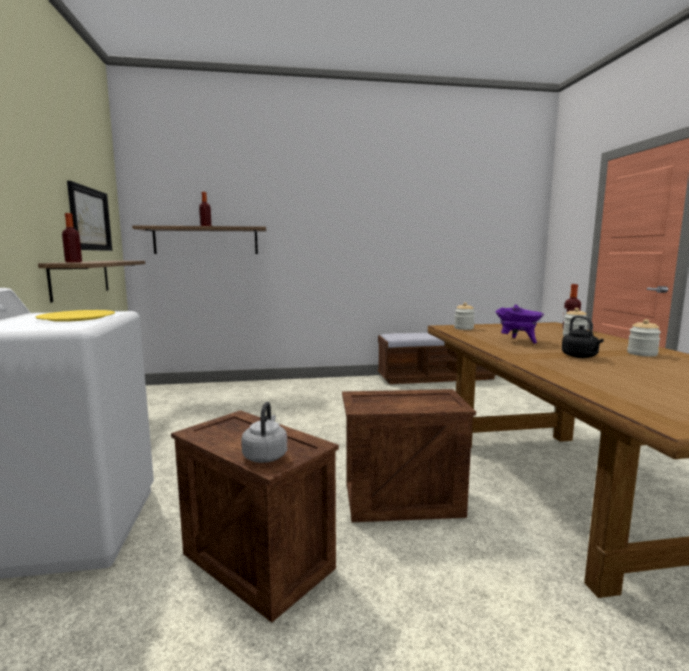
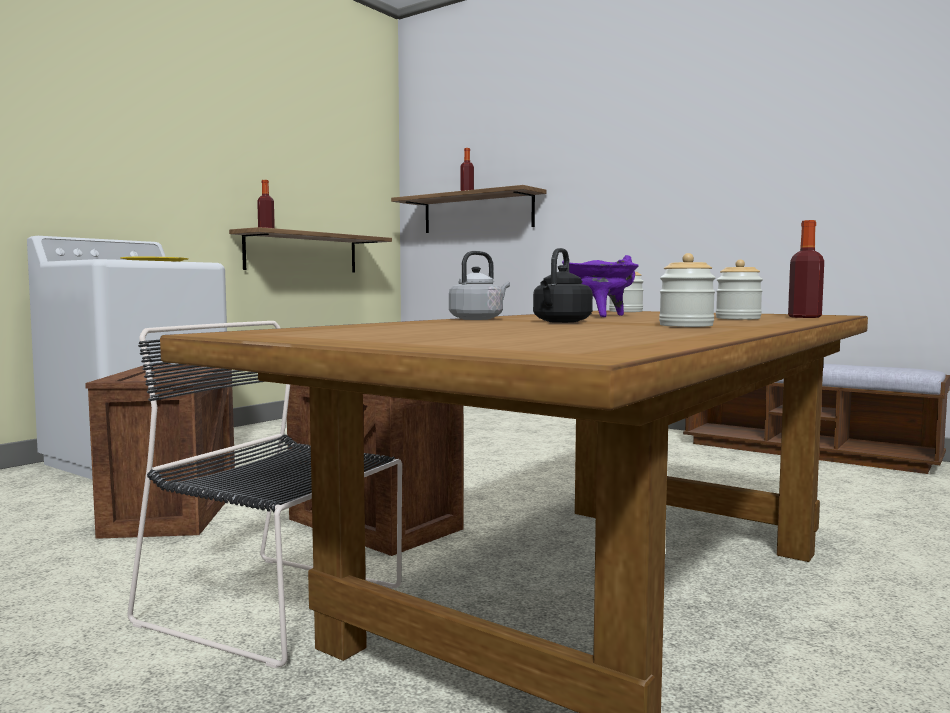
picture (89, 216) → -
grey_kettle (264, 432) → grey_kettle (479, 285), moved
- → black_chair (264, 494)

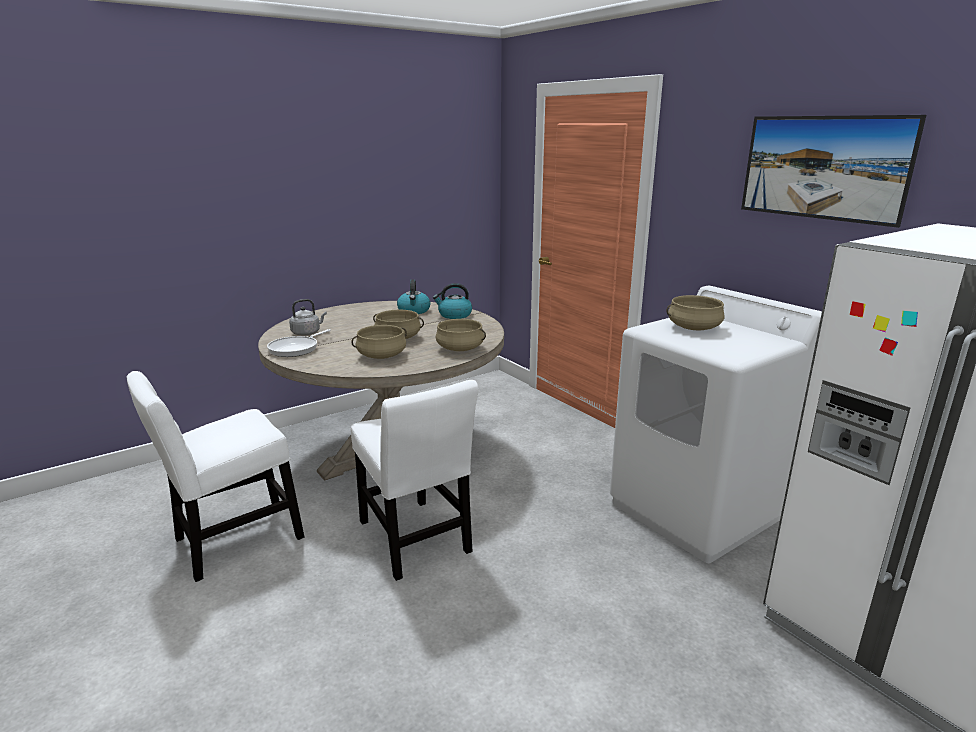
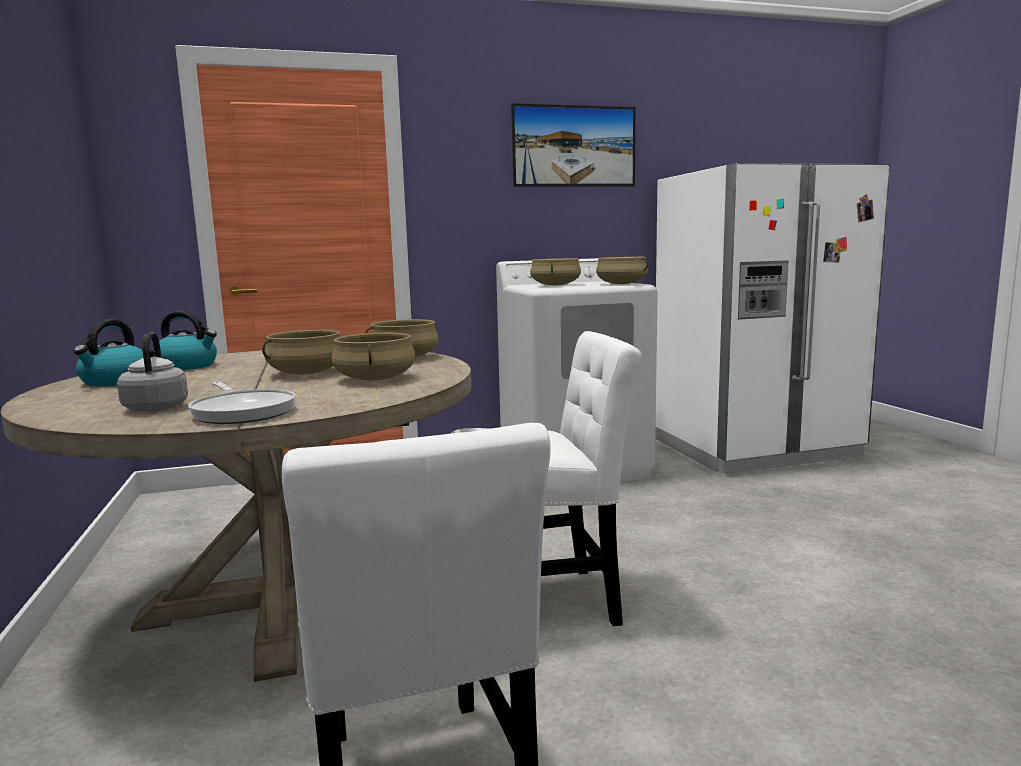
kettle (452, 301) → kettle (108, 352), moved
- → beige_cooking_pot (622, 270)

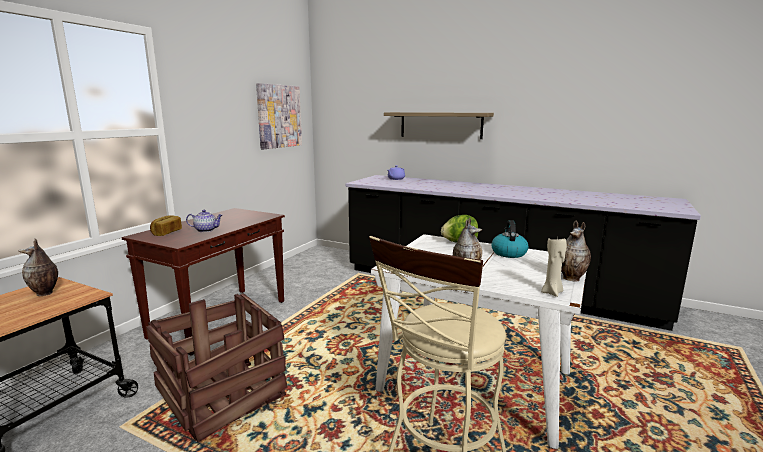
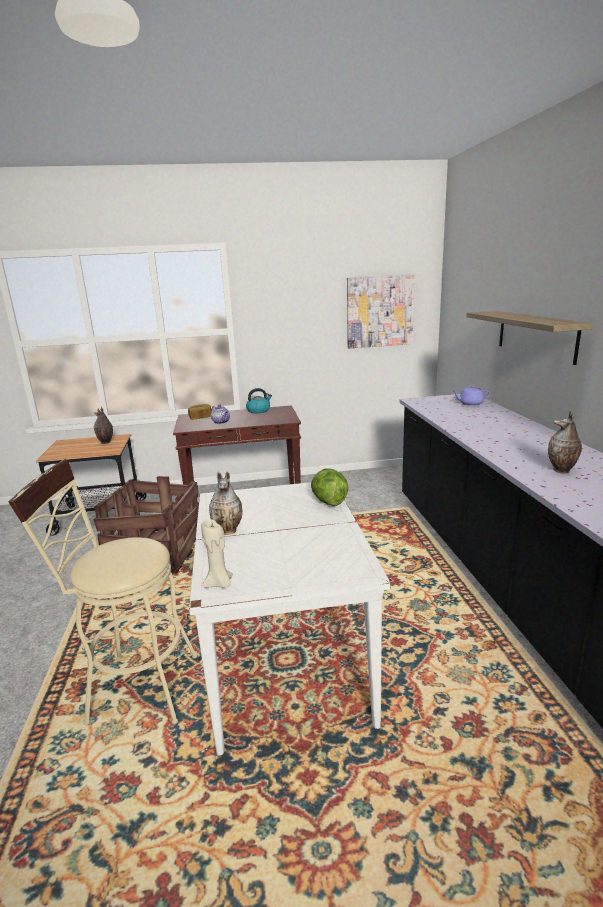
kettle (509, 239) → kettle (259, 400), moved
vase (576, 251) → vase (565, 442), moved

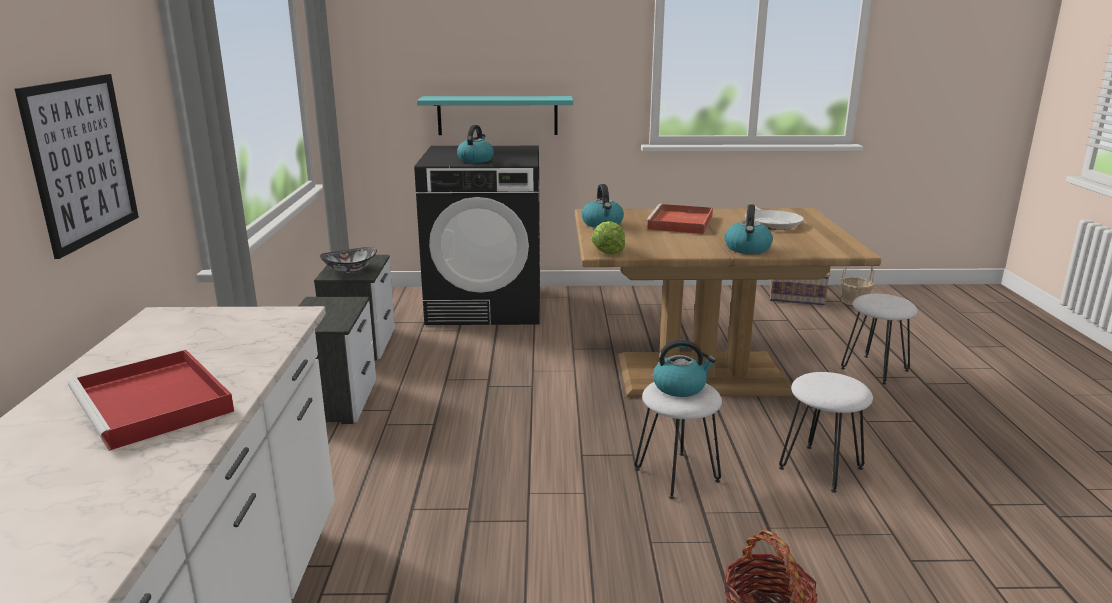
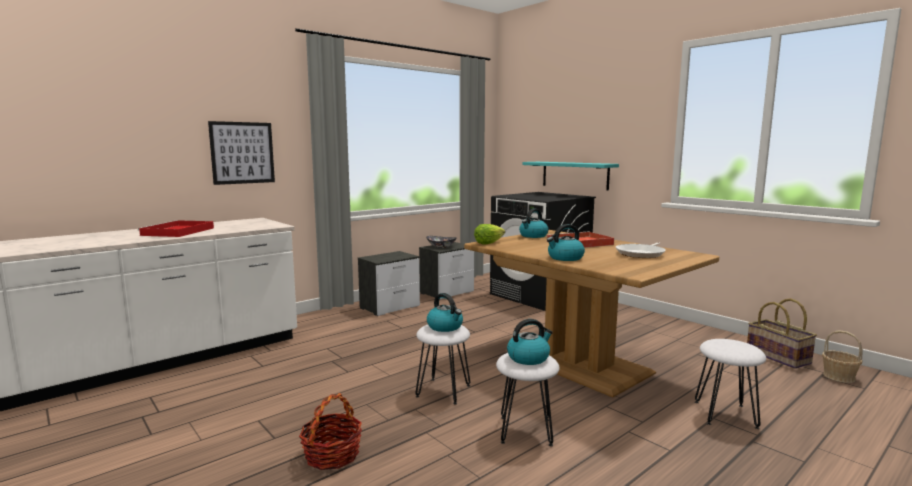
kettle (475, 144) → kettle (530, 342), moved

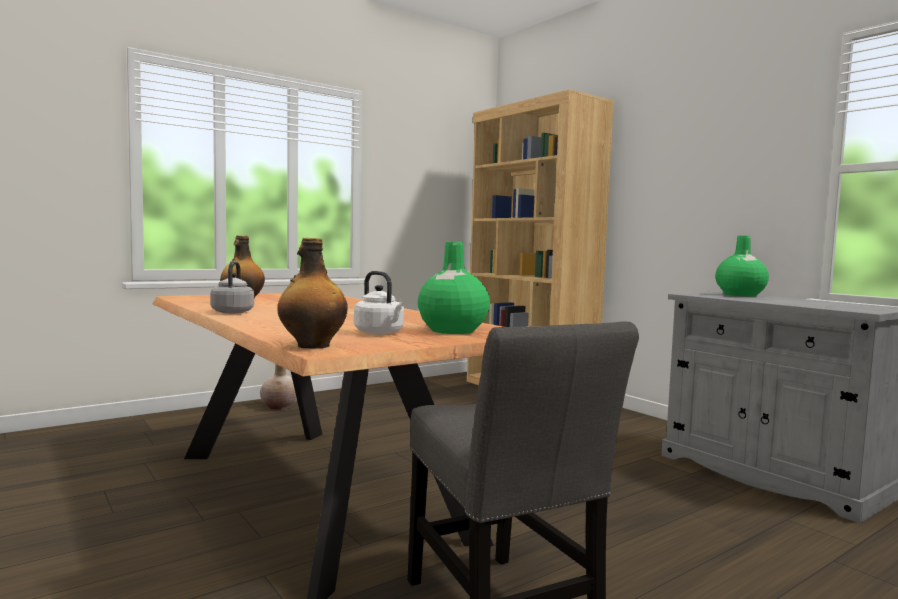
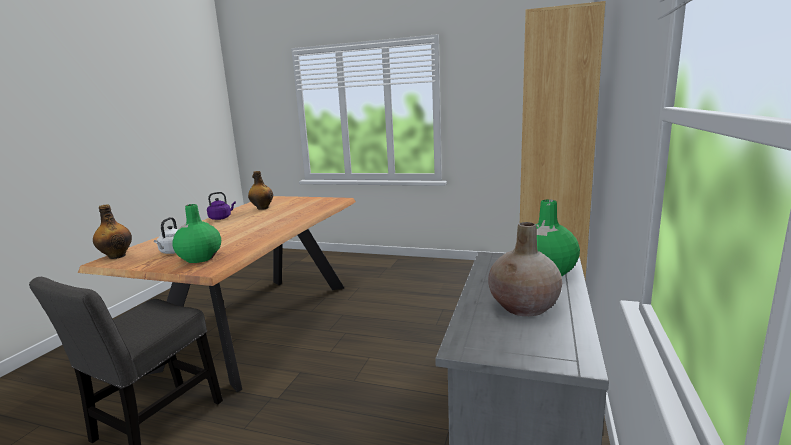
grey_kettle (232, 287) → purple_kettle (221, 206)
beige_vase (278, 387) → beige_vase (525, 269), moved

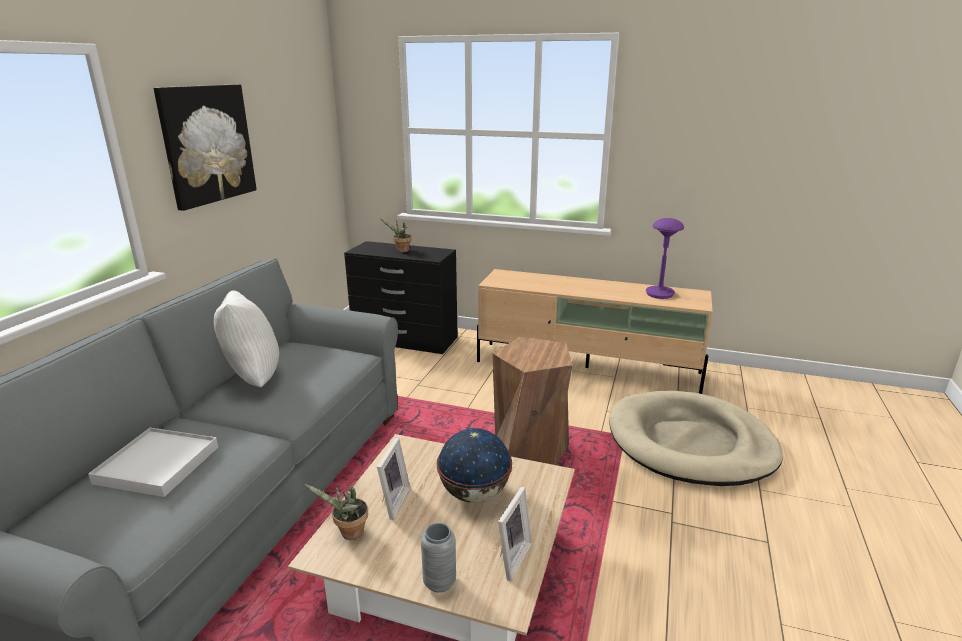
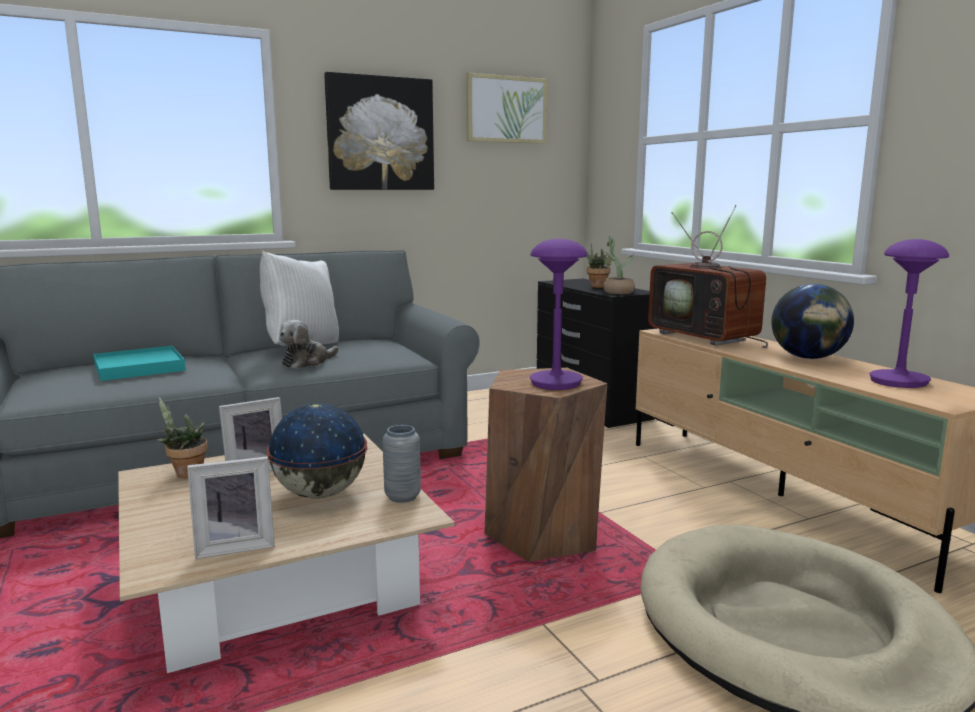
white_tray (153, 462) → turquoise_tray (139, 363)
grey_vase (438, 558) → grey_vase (401, 464), moved
- → picture (506, 108)
- → television (708, 276)
- → potted_plant (615, 265)
- → purple_table_lamp (559, 314)
- → globe (812, 321)
- → plush_toy (308, 344)

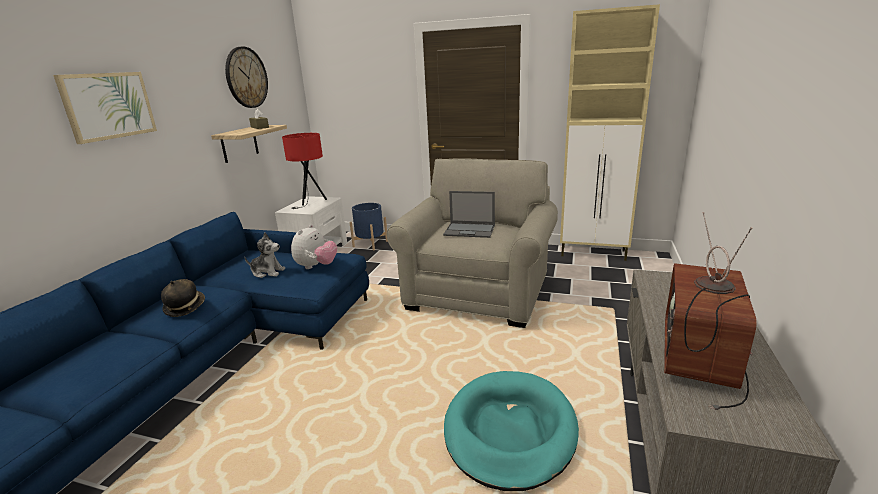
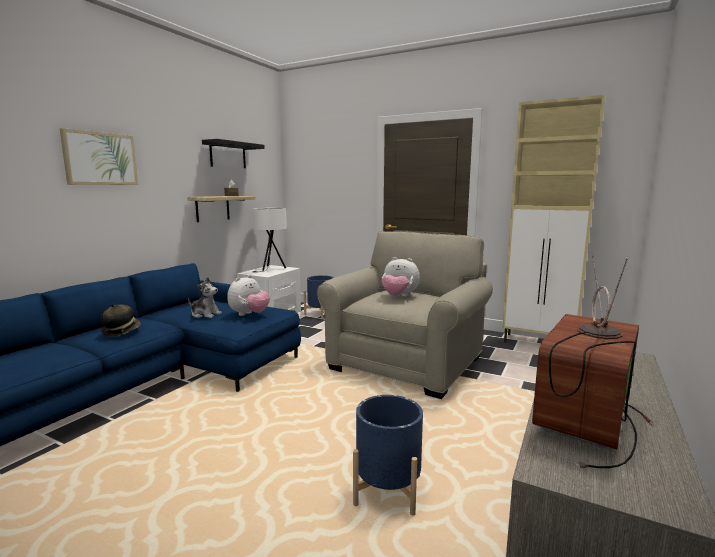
wall_clock (246, 77) → black_shelf (233, 153)
red_table_lamp (304, 171) → white_table_lamp (269, 240)
laptop (469, 214) → plush_toy (400, 277)
turquoise_dog_bed (511, 431) → blue_planter (388, 455)

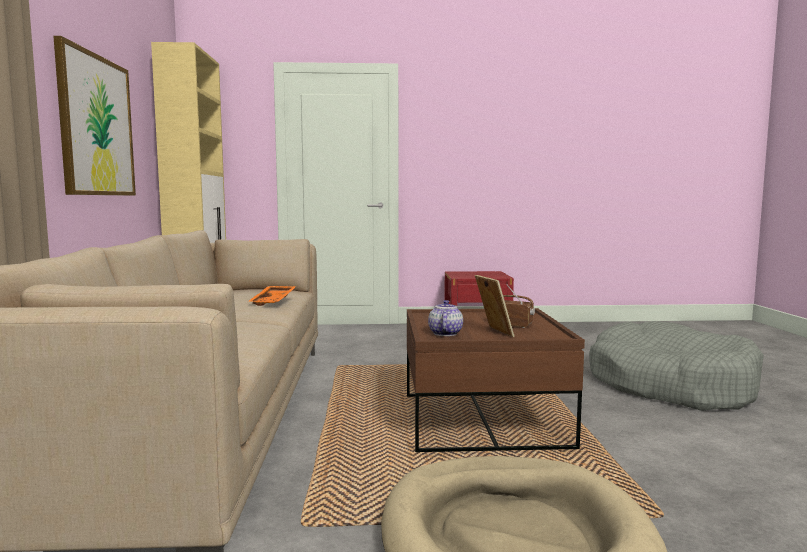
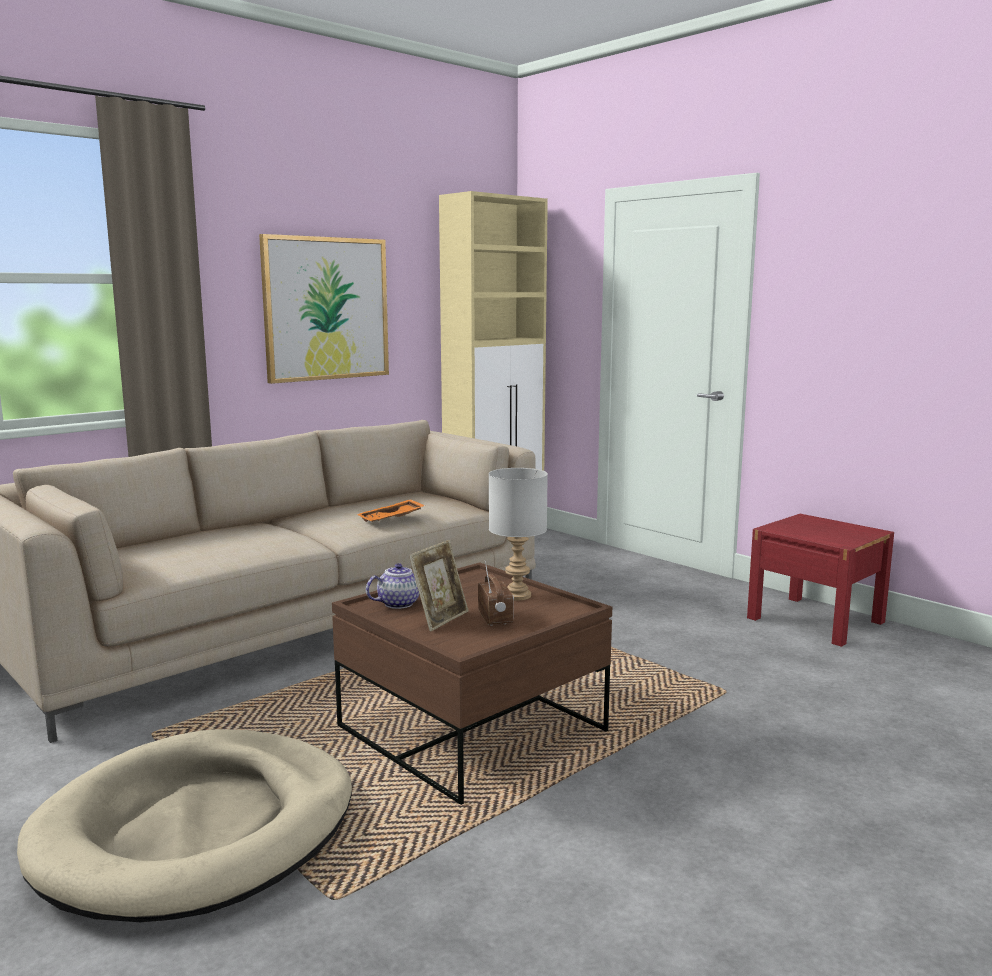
grey_dog_bed (676, 366) → -
- → grey_table_lamp (518, 534)

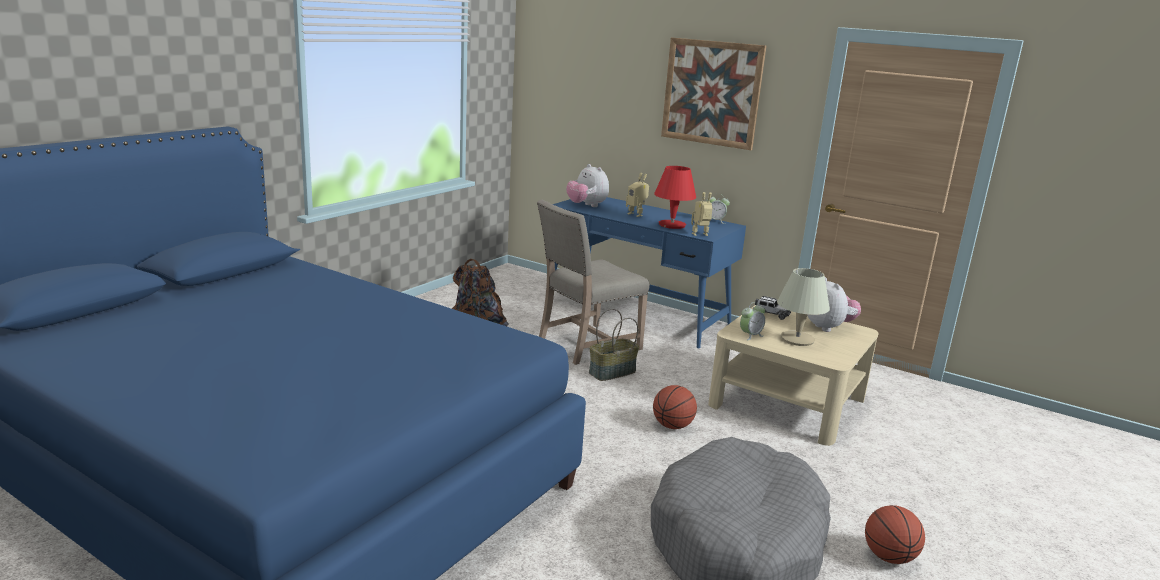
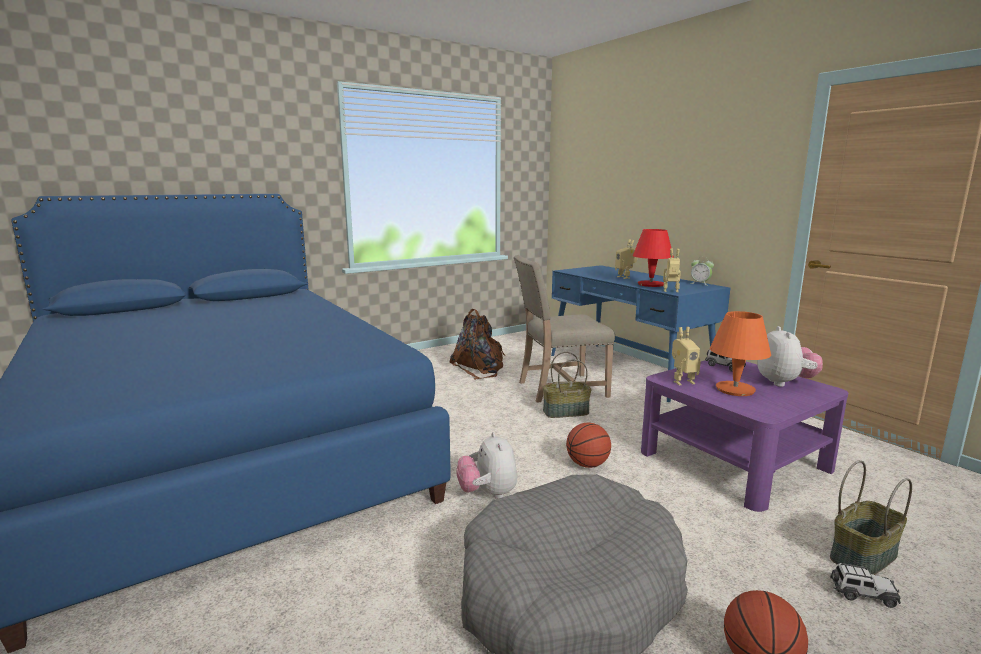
picture (713, 94) → -
plush_toy (587, 185) → plush_toy (487, 465), moved
beige_table_lamp (803, 307) → orange_table_lamp (740, 353)
alarm_clock (752, 321) → toy_robot (686, 356)
beige_coffee_table (793, 375) → purple_coffee_table (744, 436)
- → basket (871, 517)
- → toy_car (865, 585)

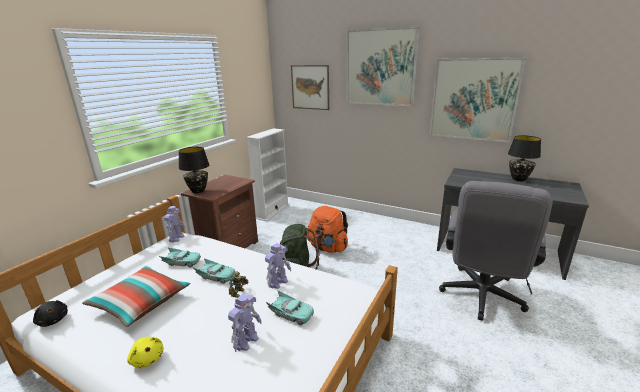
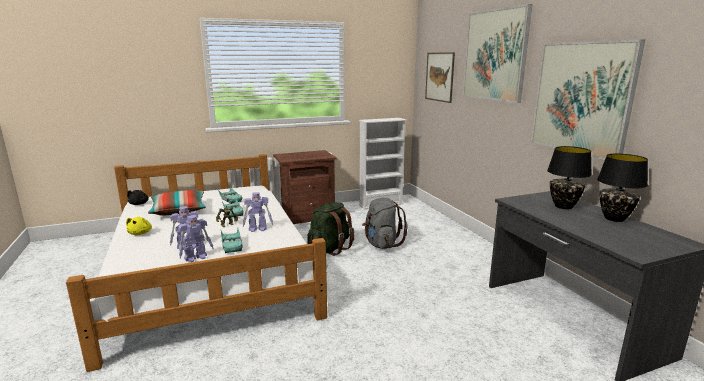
black_table_lamp (194, 170) → black_table_lamp (569, 177), moved
grey_office_chair (496, 251) → -
toy_robot (174, 224) → toy_robot (196, 238), moved
orange_backpack (327, 229) → grey_backpack (385, 223)

